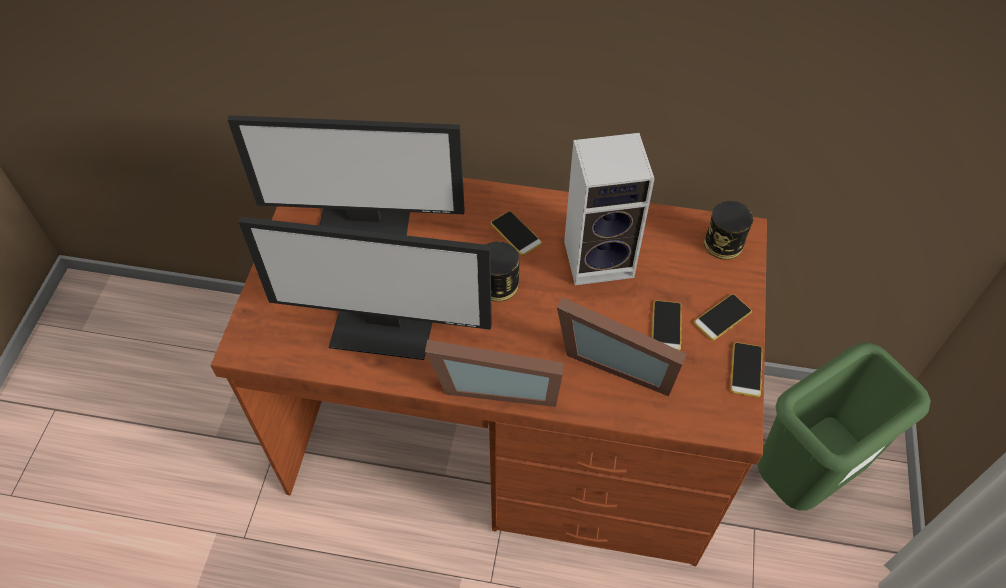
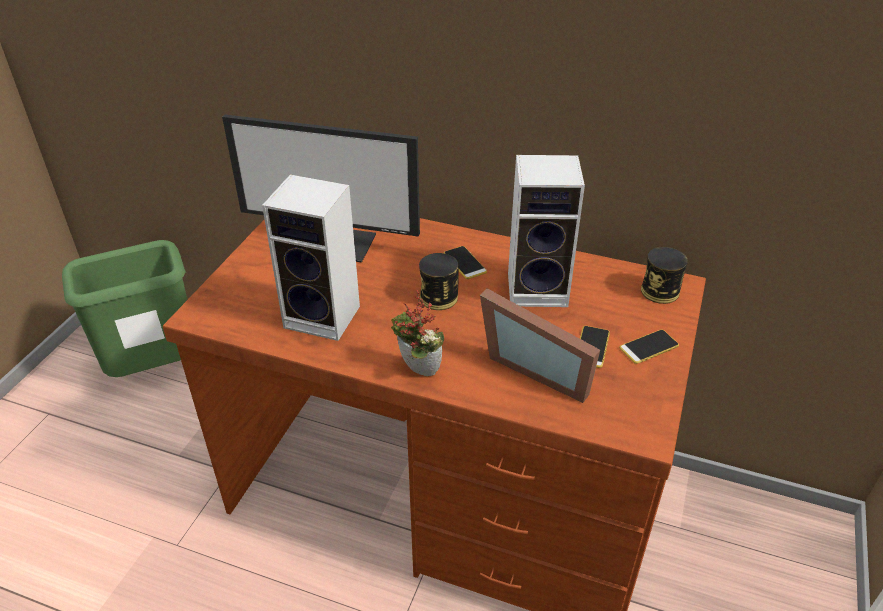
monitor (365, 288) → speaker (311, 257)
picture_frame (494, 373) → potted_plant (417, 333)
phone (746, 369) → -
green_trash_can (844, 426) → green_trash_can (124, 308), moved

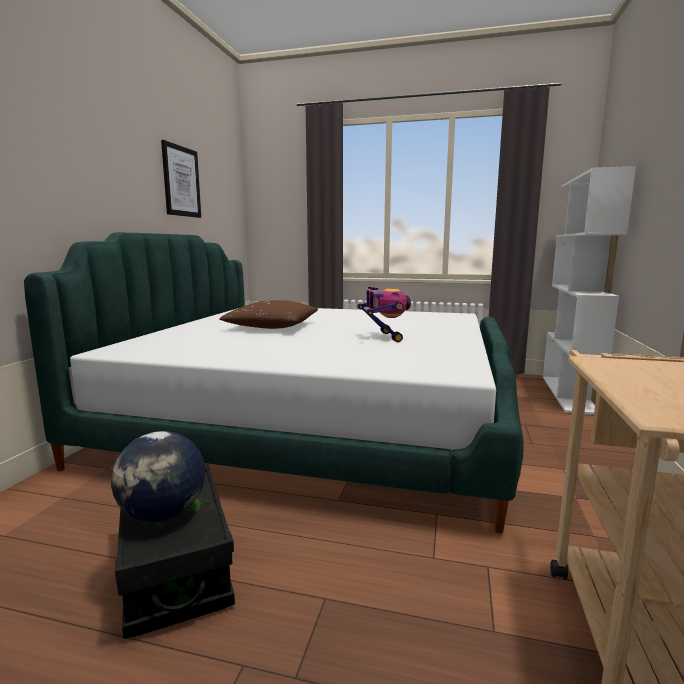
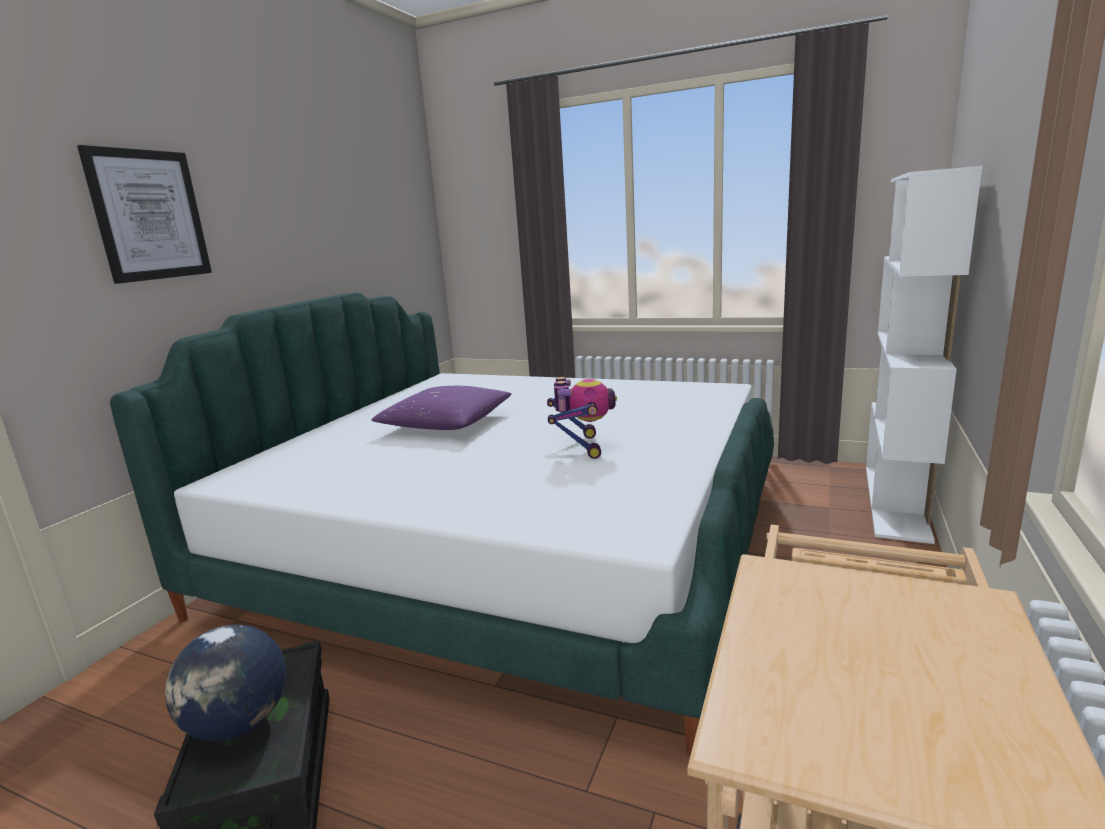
picture (181, 179) → picture (144, 214), moved
brown_pillow (268, 314) → purple_pillow (441, 408)

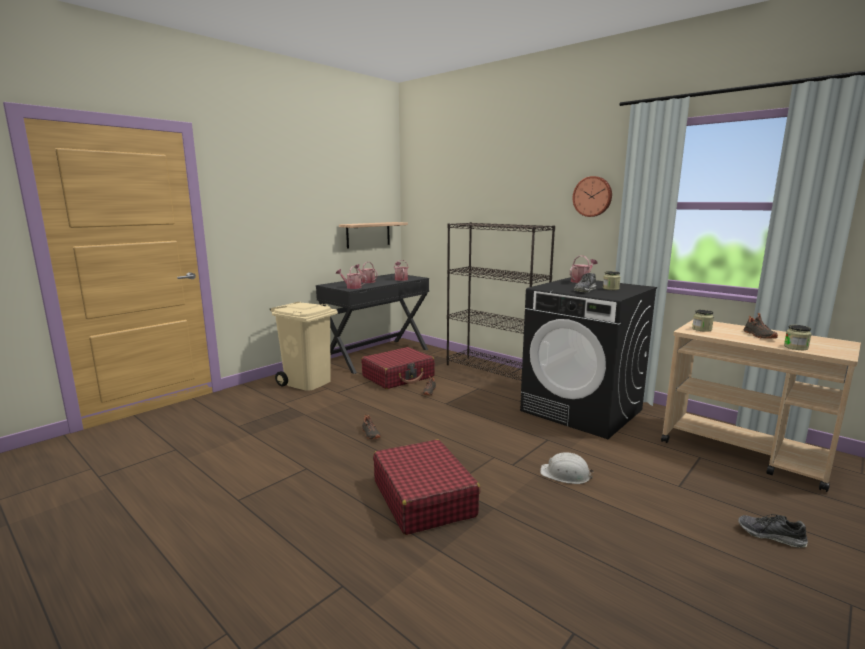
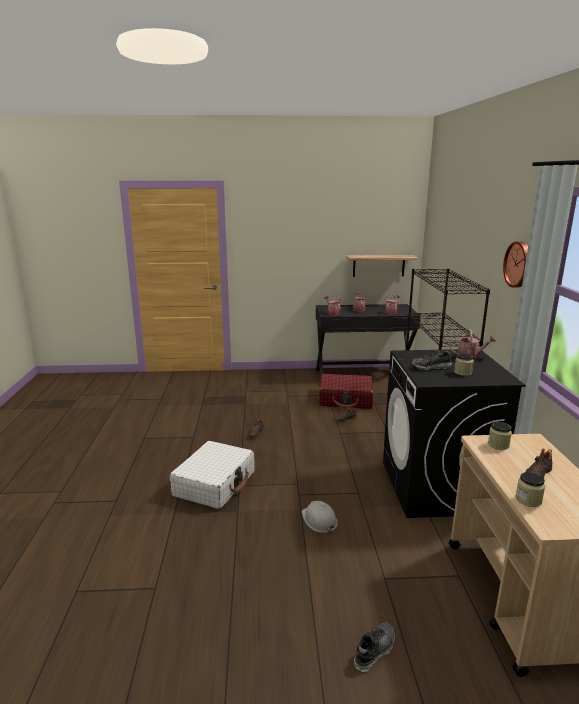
beige_trash_can (304, 346) → -
red_suitcase (426, 487) → white_suitcase (212, 475)
shoe (773, 531) → shoe (374, 647), 60 degrees clockwise

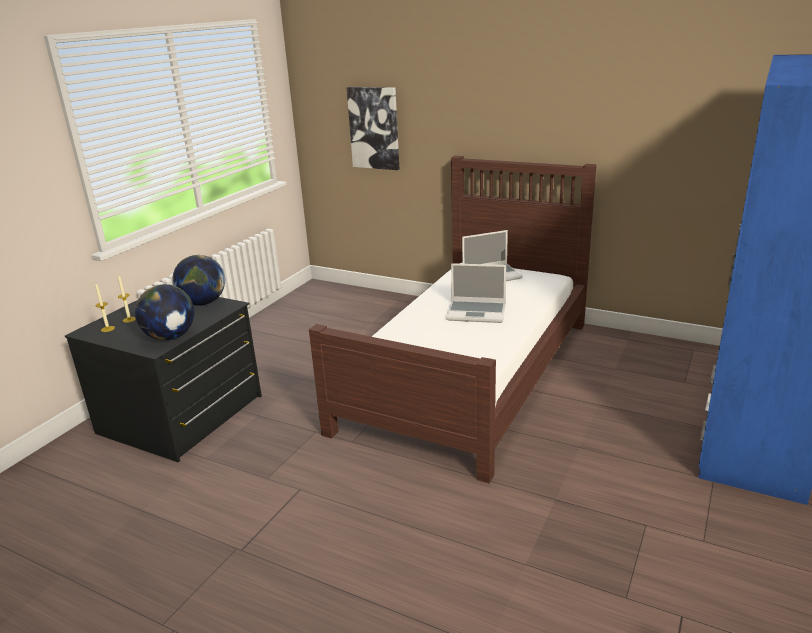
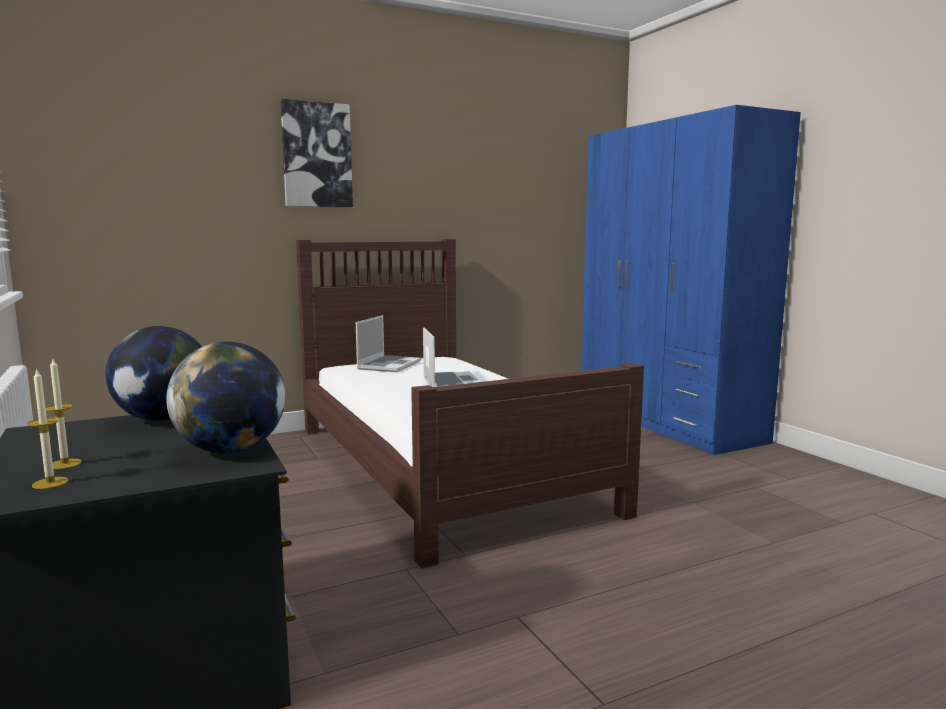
picture (373, 128) → picture (316, 153), moved
laptop (476, 293) → laptop (451, 357), 60 degrees counterclockwise

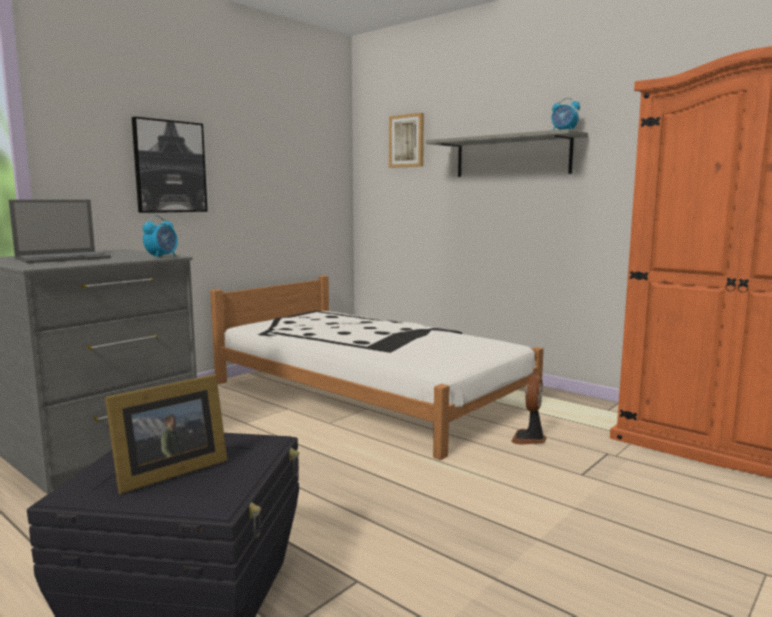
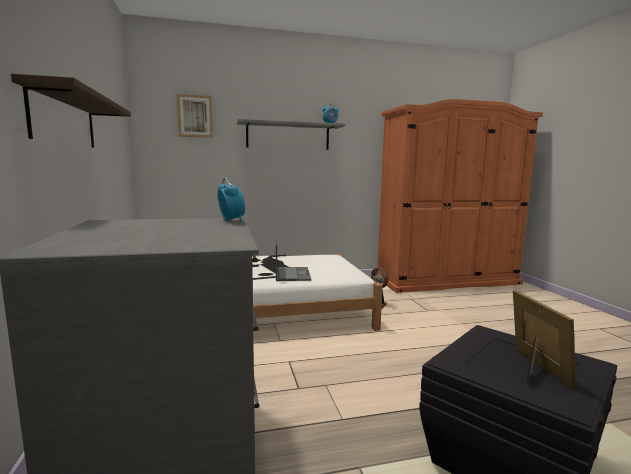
picture (170, 165) → shelf (71, 111)
laptop (60, 231) → laptop (293, 258), moved

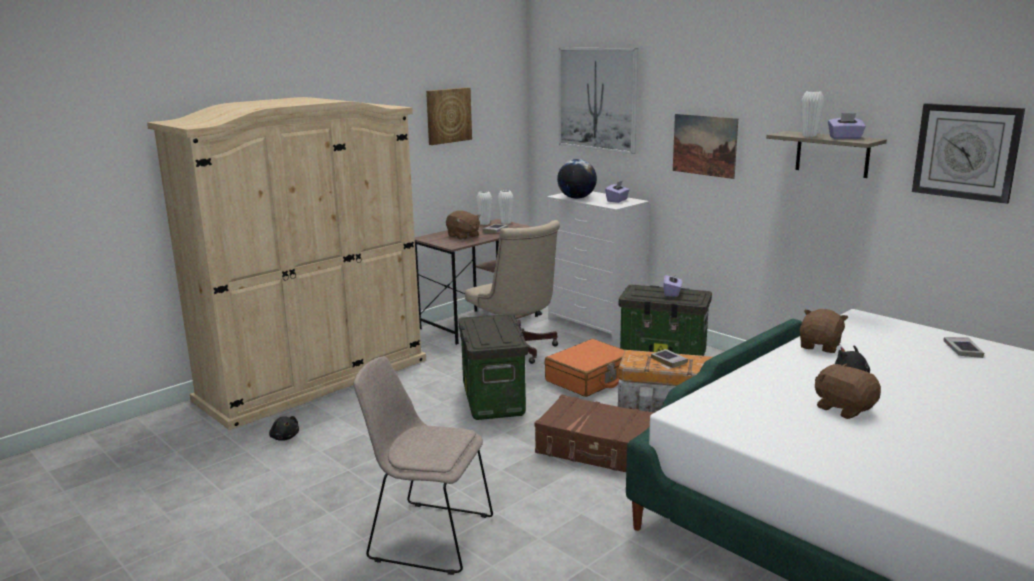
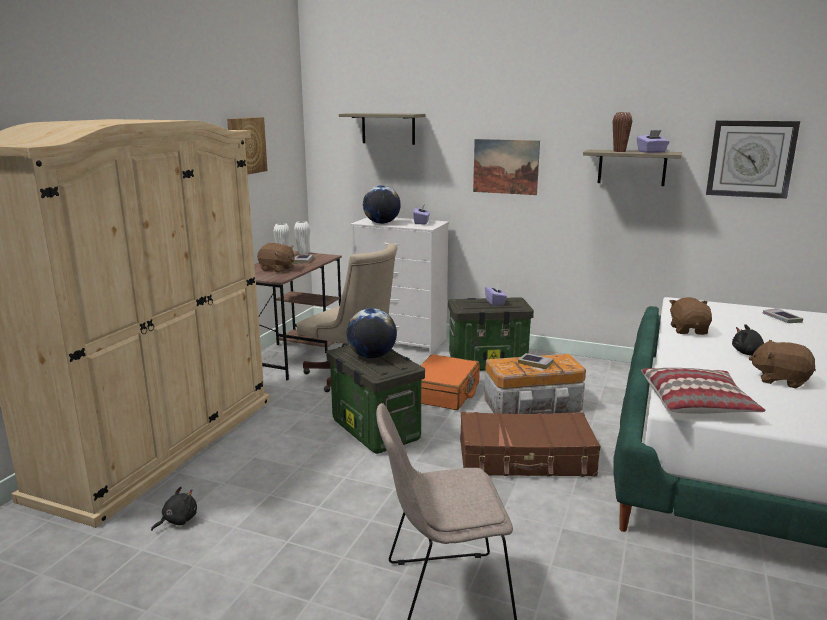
picture (598, 101) → shelf (382, 129)
white_vase (812, 114) → brown_vase (622, 132)
black_plush_toy (284, 428) → black_plush_toy (174, 509), 75 degrees counterclockwise
- → globe (372, 333)
- → pillow (703, 391)

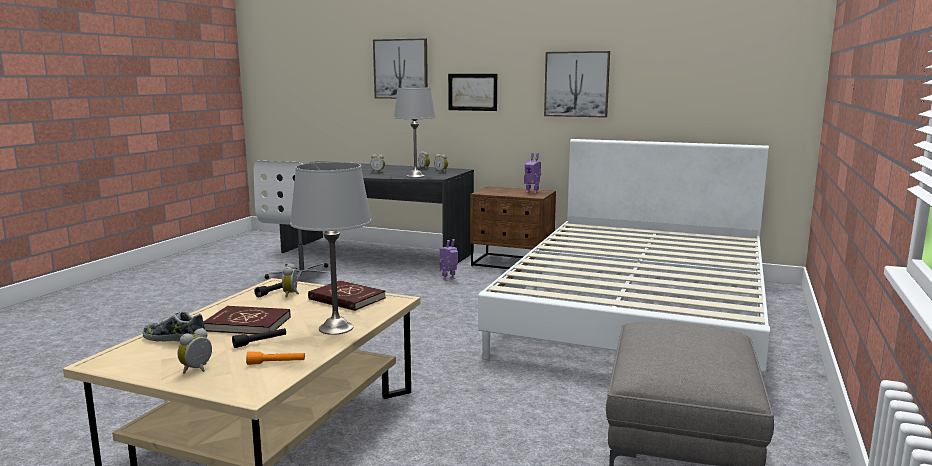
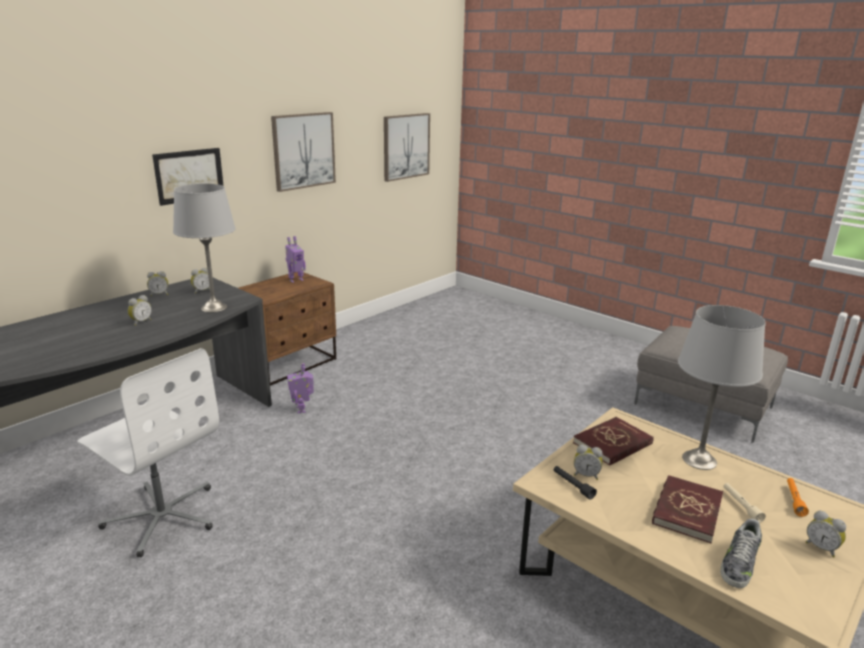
picture (400, 68) → picture (407, 147), moved
white_bed (624, 255) → -
black_flashlight (259, 338) → beige_flashlight (744, 503)

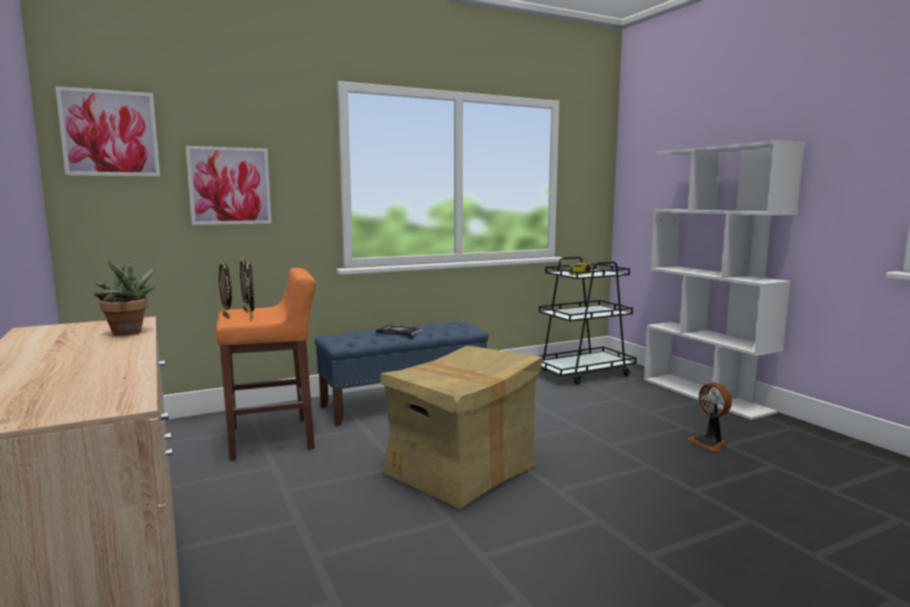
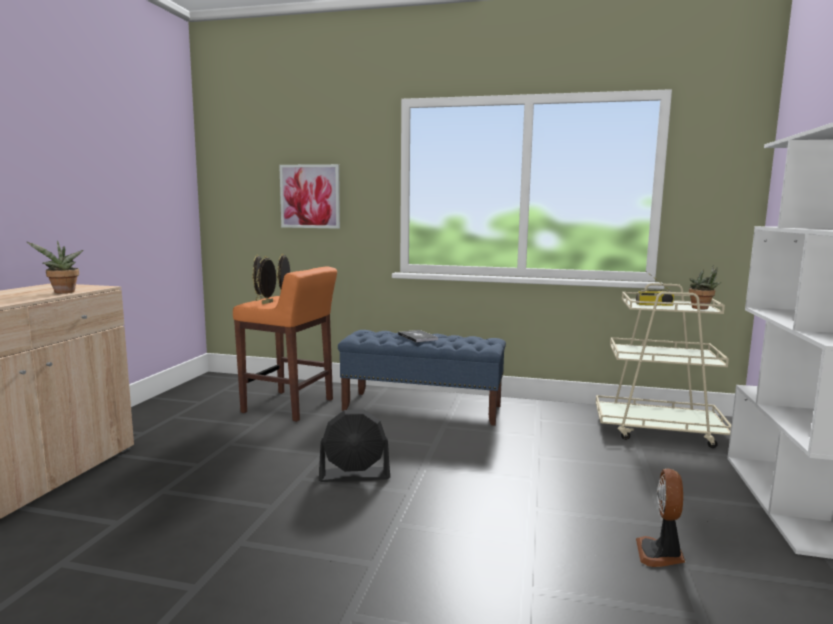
picture (107, 131) → -
black_cart (588, 321) → beige_cart (663, 365)
cardboard_box (461, 427) → black_fan (354, 445)
- → potted_plant (705, 287)

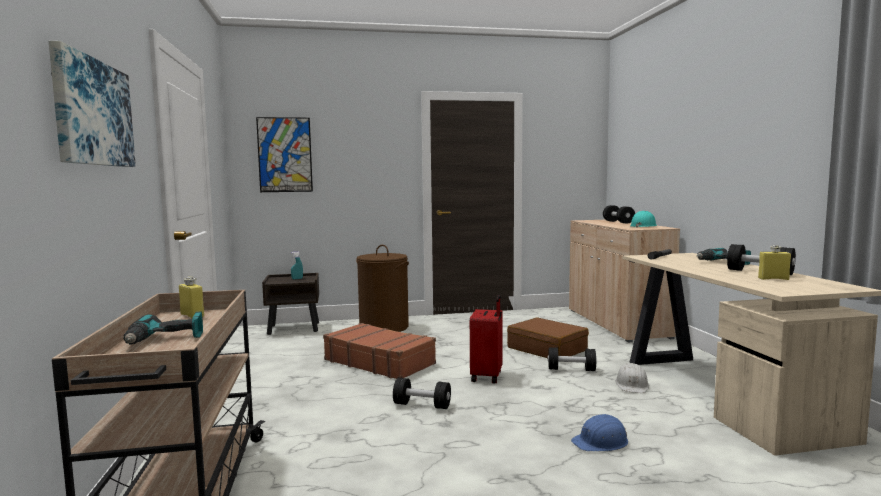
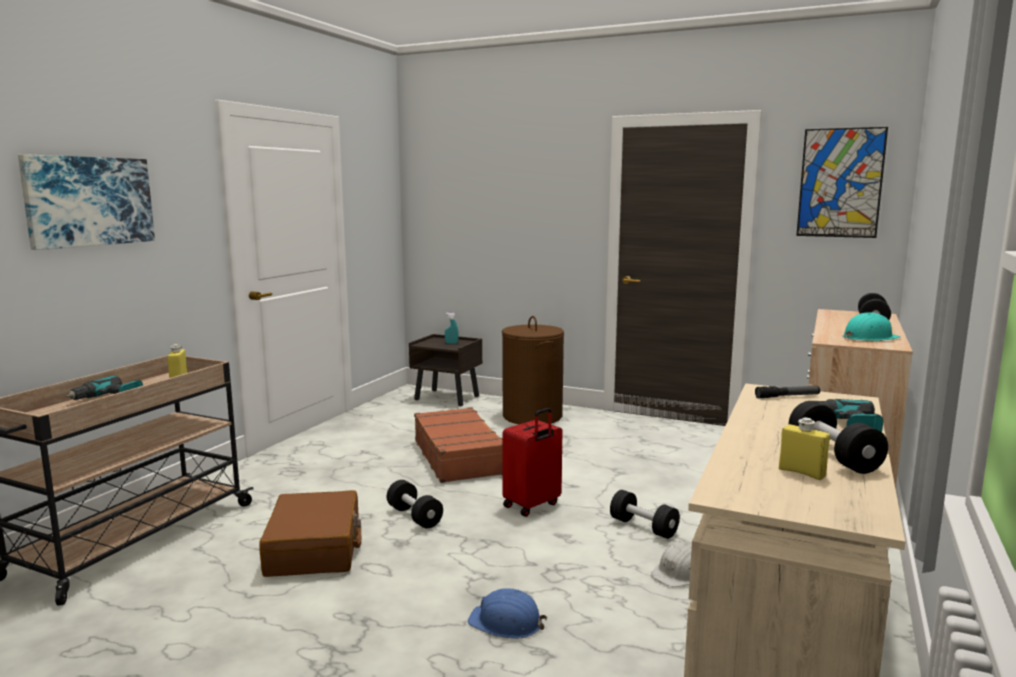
picture (284, 154) → picture (842, 182), moved
brown_suitcase (548, 338) → brown_suitcase (310, 533), moved

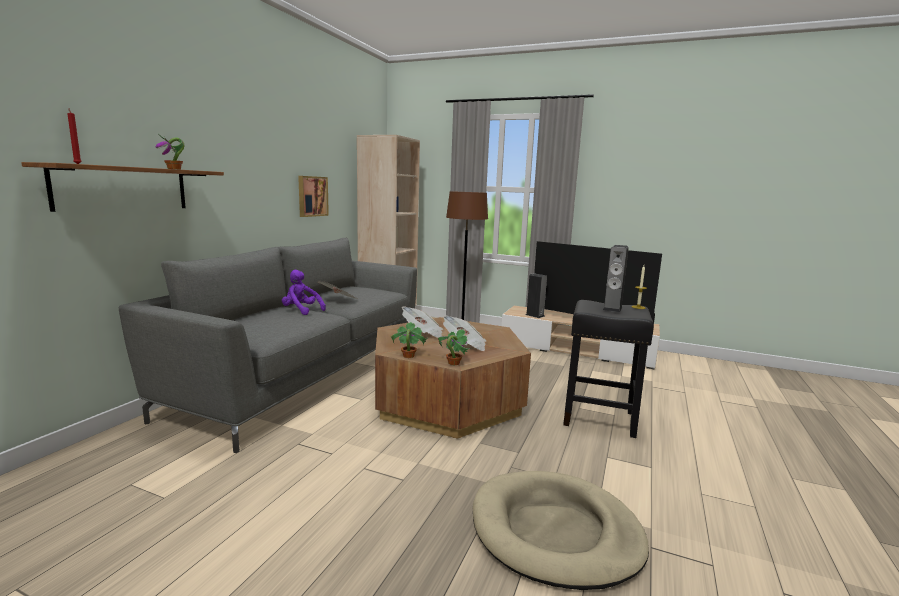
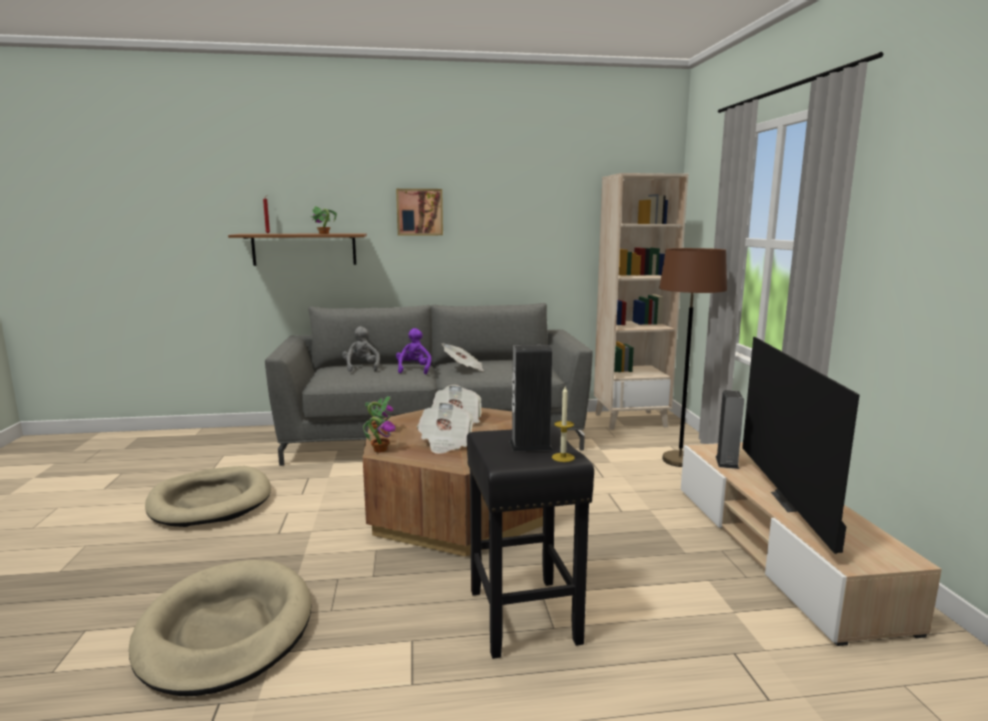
picture (313, 196) → picture (419, 212), moved
- → grey_plush_toy (361, 349)
- → beige_dog_bed (208, 496)

